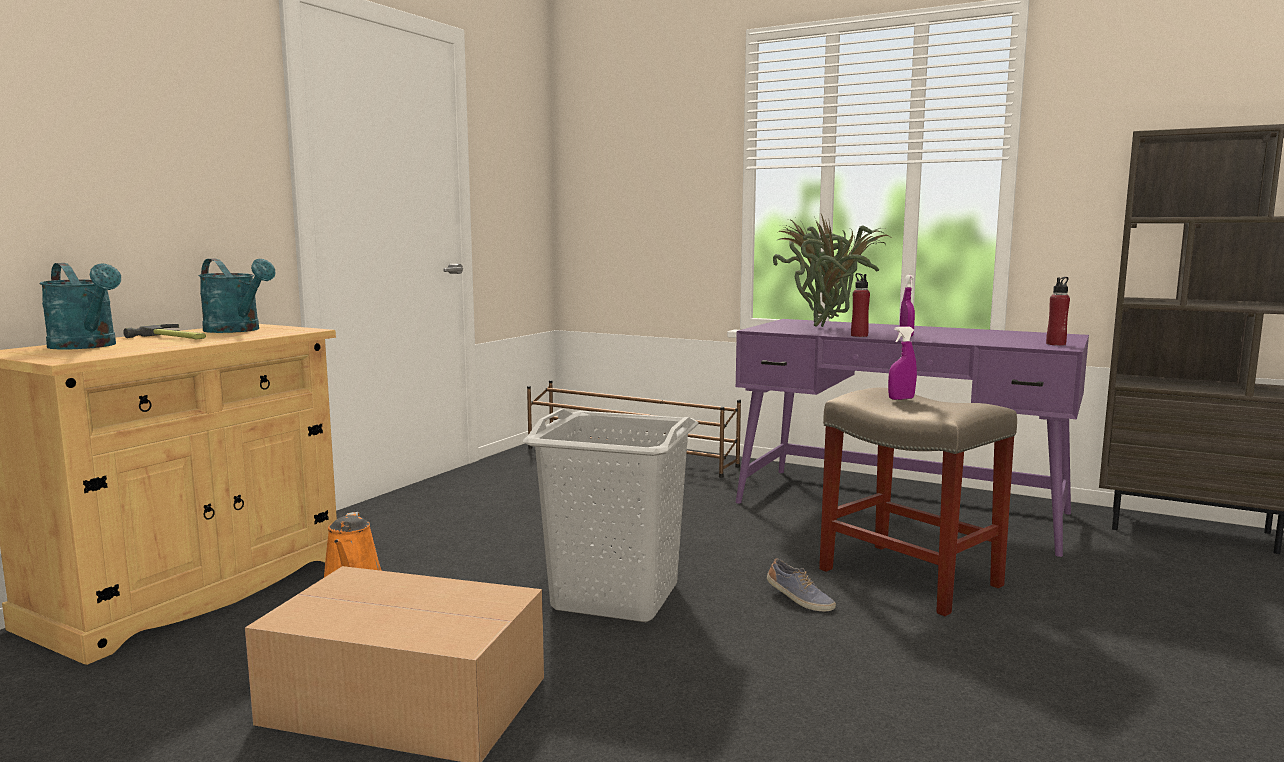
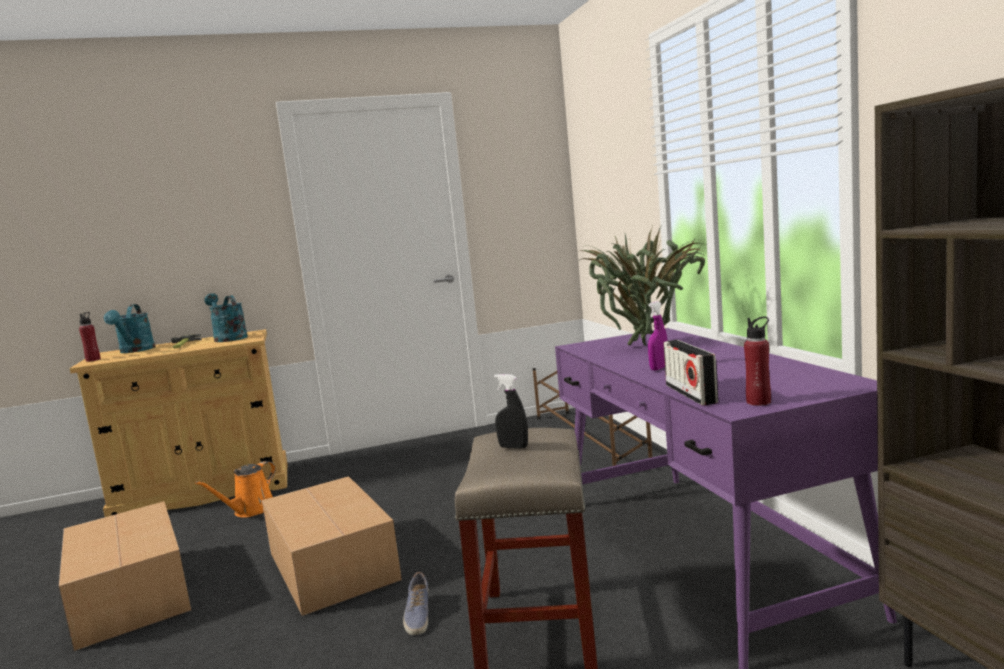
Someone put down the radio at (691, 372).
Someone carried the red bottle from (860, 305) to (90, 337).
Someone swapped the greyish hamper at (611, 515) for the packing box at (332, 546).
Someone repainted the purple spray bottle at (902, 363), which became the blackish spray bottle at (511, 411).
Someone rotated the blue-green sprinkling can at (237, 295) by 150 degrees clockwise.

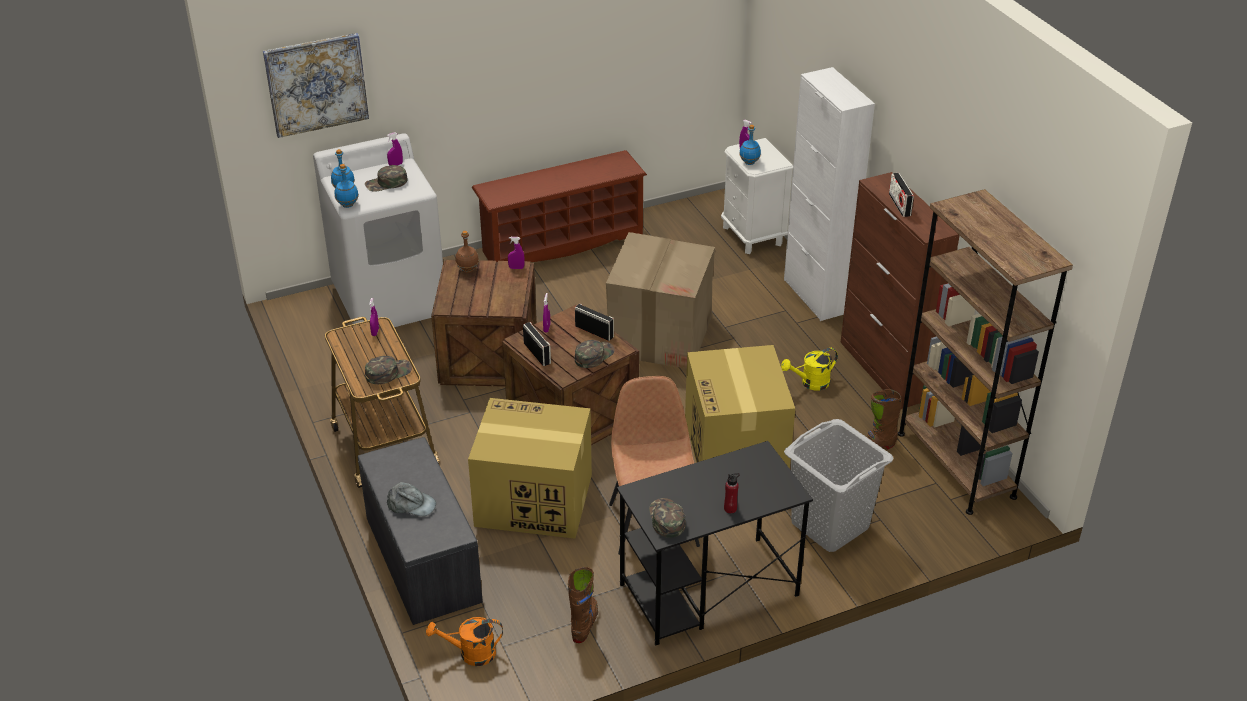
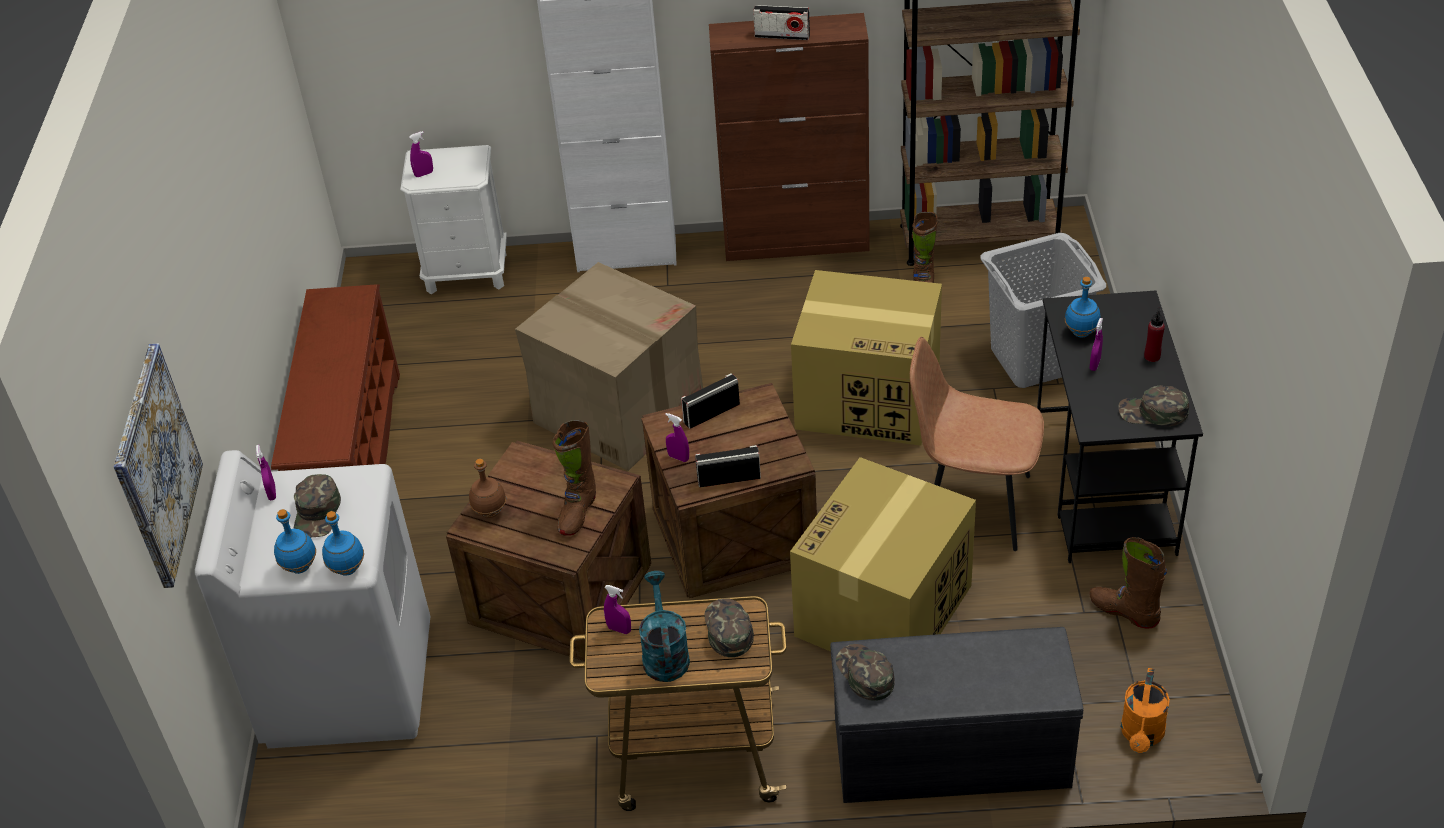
Someone took away the greyish cap at (411, 499).
Someone took away the yellowish sprinkling can at (809, 369).
Someone put down the brown boot at (574, 478).
Someone put down the blue-green sprinkling can at (664, 626).
Someone carried the purple spray bottle from (516, 253) to (1096, 344).
Someone carried the greenish cap from (595, 354) to (865, 672).
Someone carried the blue-coloured bottle from (750, 145) to (1083, 307).

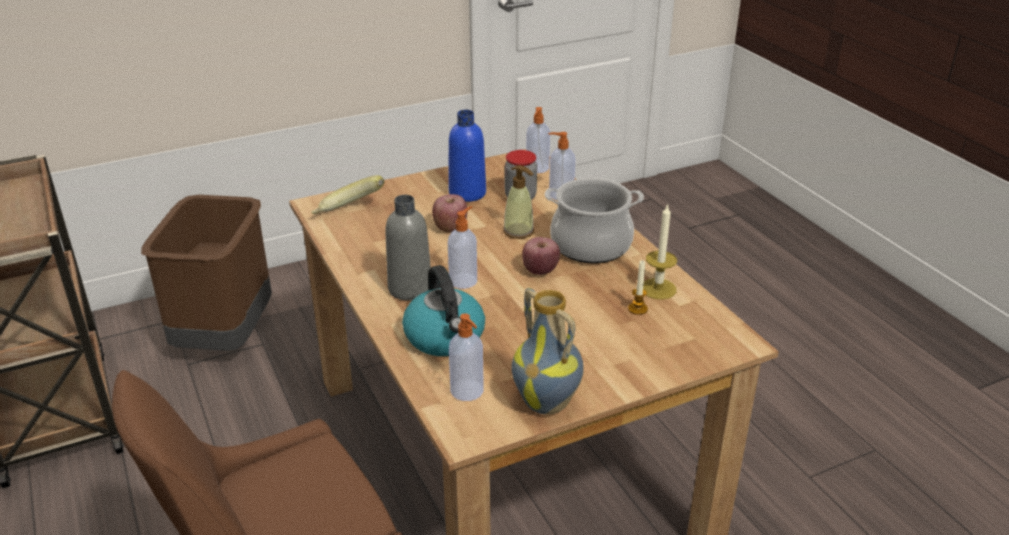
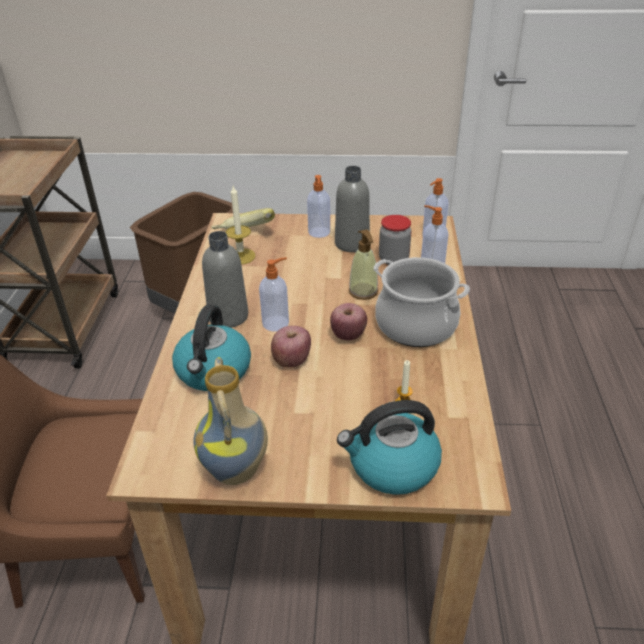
Someone put down the water kettle at (389, 447).
Someone carried the apple fruit from (449, 213) to (291, 346).
Someone carried the soap bottle from (466, 357) to (318, 206).
Someone carried the candle from (660, 251) to (241, 225).
Someone repainted the blue-coloured bottle at (467, 156), which became the greyish bottle at (352, 209).

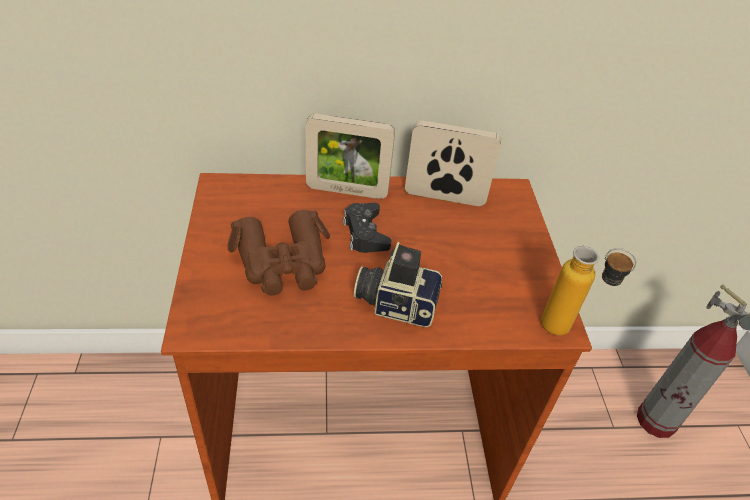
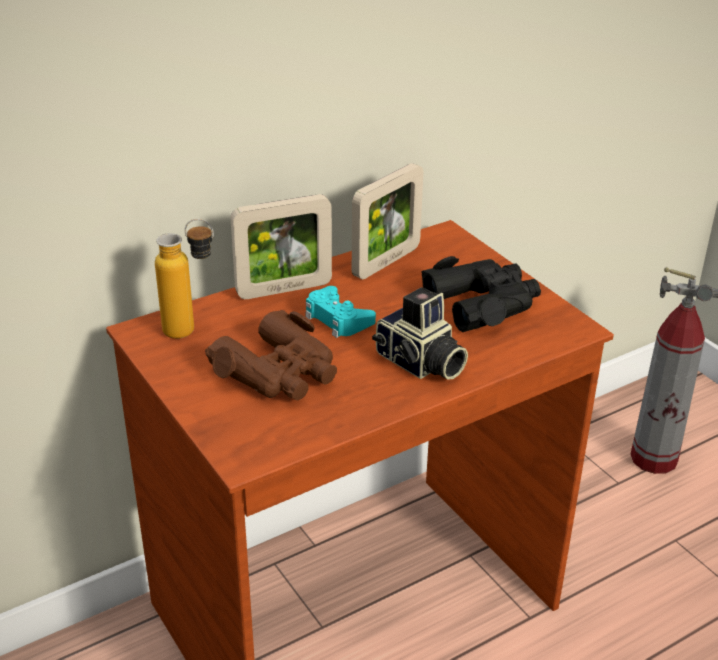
Someone put down the blackish binoculars at (481, 294).
Someone carried the bottle from (589, 291) to (184, 279).
Someone repainted the blackish gamepad at (367, 228), which became the blue-green gamepad at (340, 312).
Someone rotated the photo camera at (398, 284) by 120 degrees counterclockwise.
Someone rotated the standing frame at (453, 163) by 150 degrees clockwise.

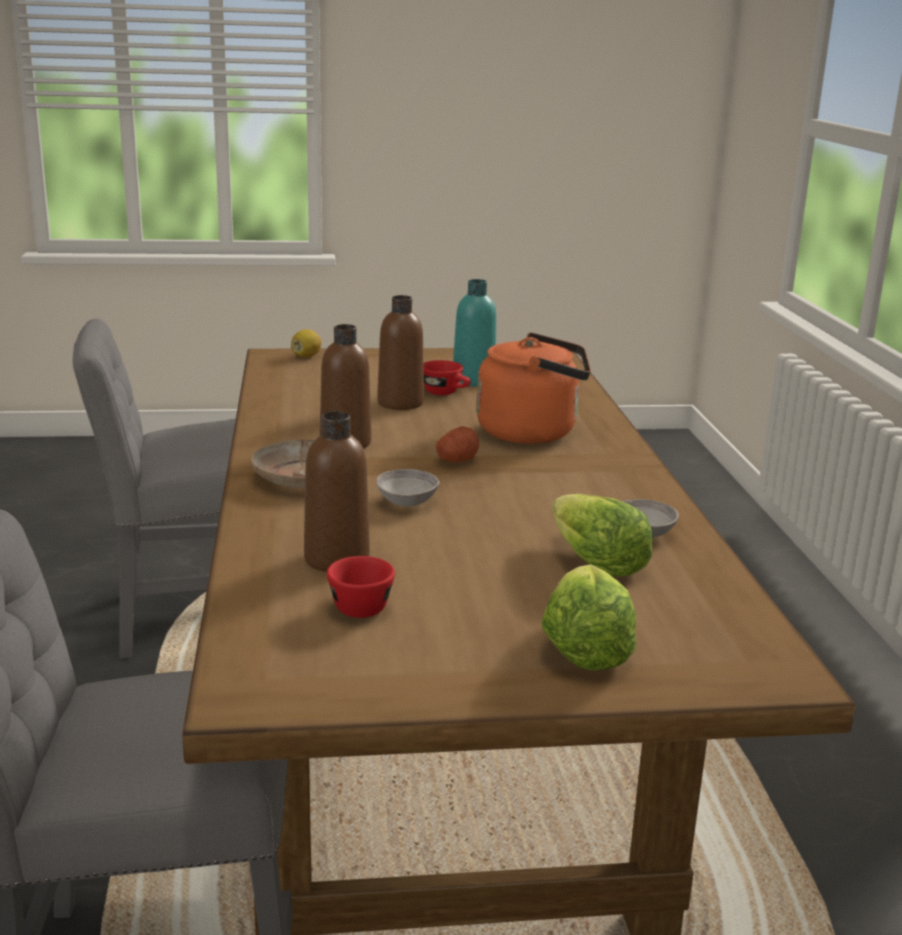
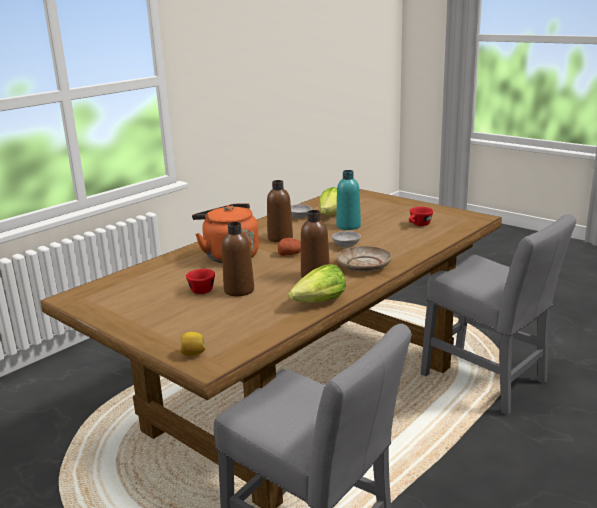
Someone carried the brown bottle from (337, 491) to (280, 211).
Someone carried the blue-green bottle from (474, 332) to (348, 200).
Someone carried the lettuce from (589, 617) to (317, 283).

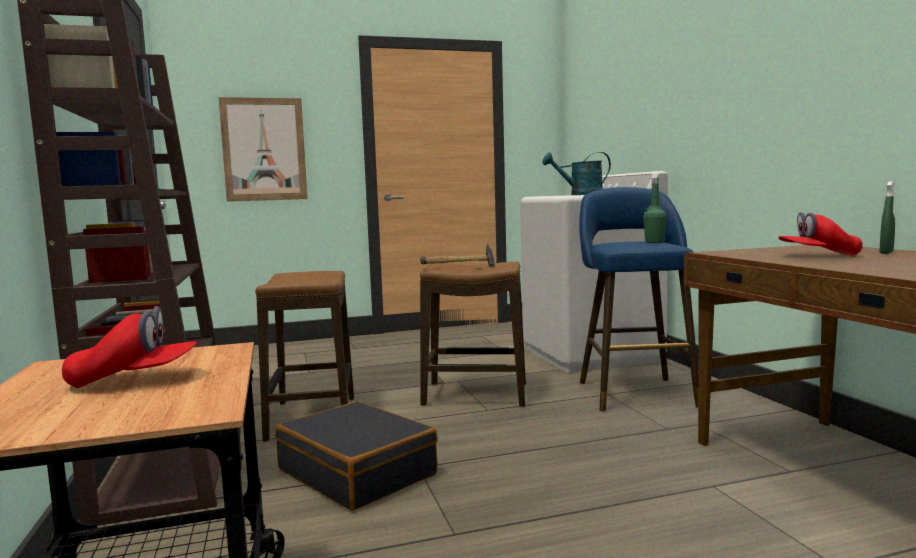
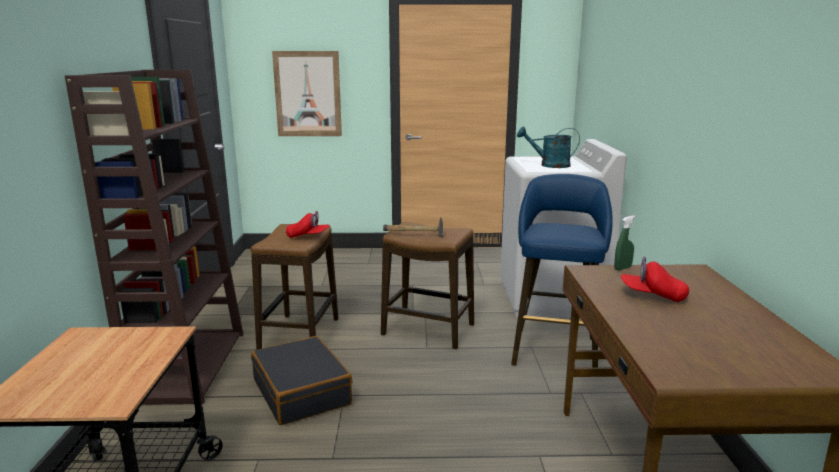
Someone took away the greenish bottle at (655, 210).
Someone carried the red cap from (130, 347) to (308, 224).
Someone carried the greenish spray bottle from (887, 217) to (624, 243).

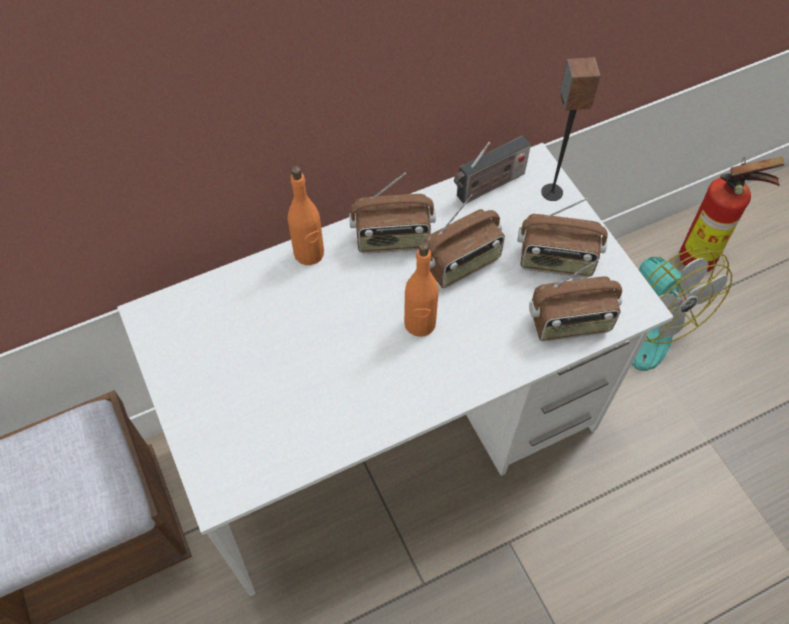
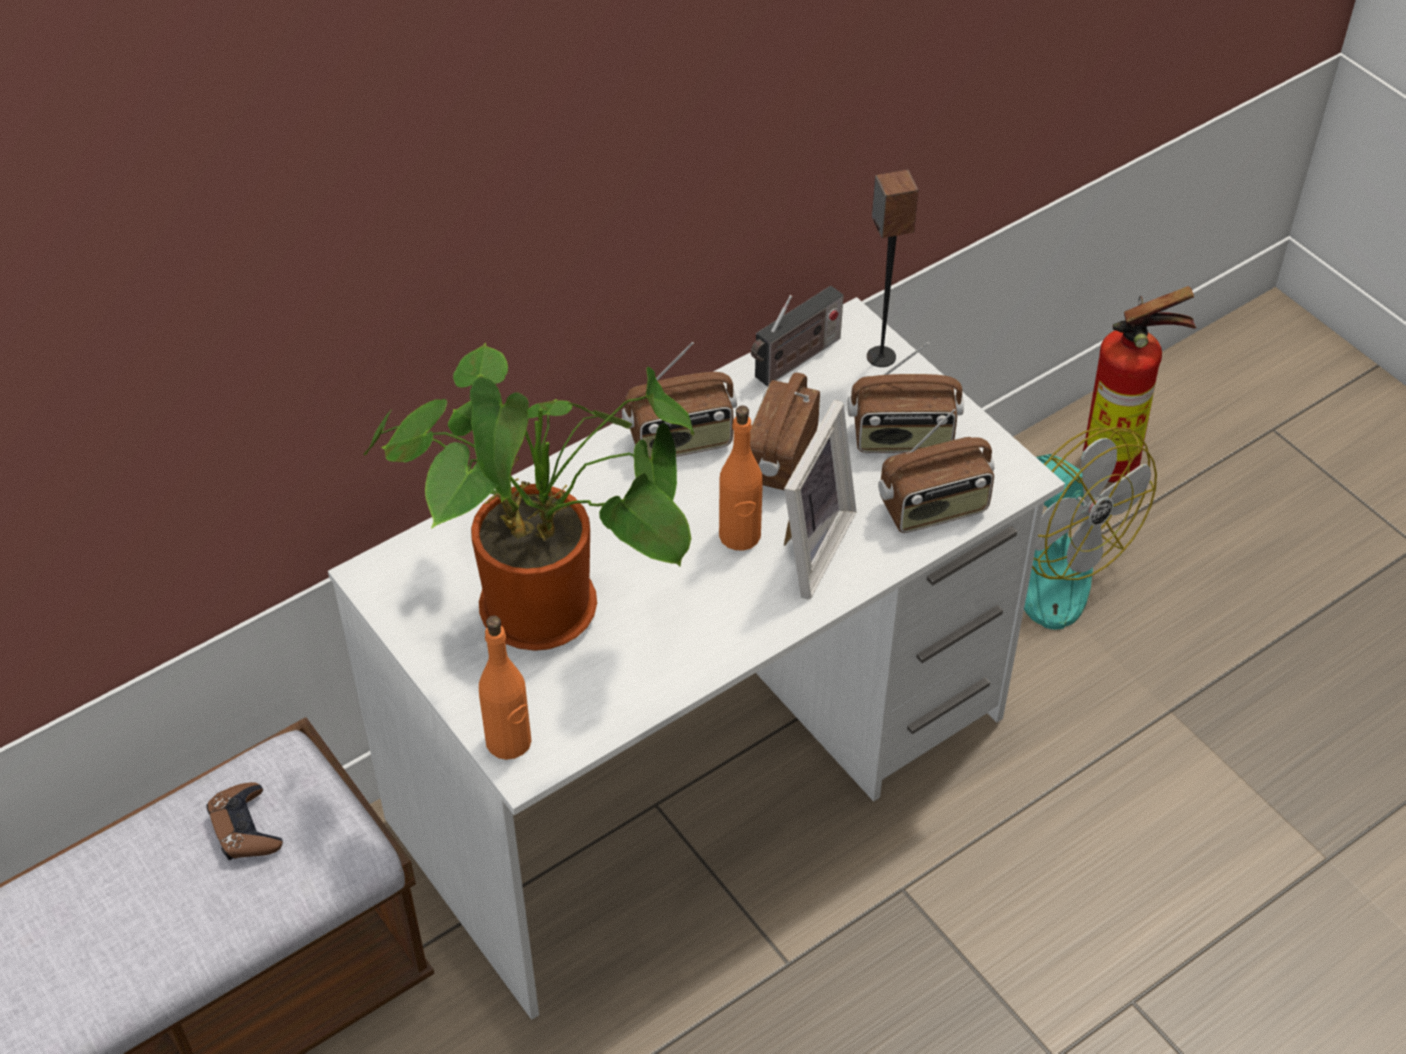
Someone put down the brown gamepad at (244, 821).
Someone put down the houseplant at (528, 496).
Someone put down the standing frame at (820, 500).
Someone carried the orangey bottle from (306, 215) to (505, 688).
Someone rotated the radio at (464, 241) by 150 degrees clockwise.

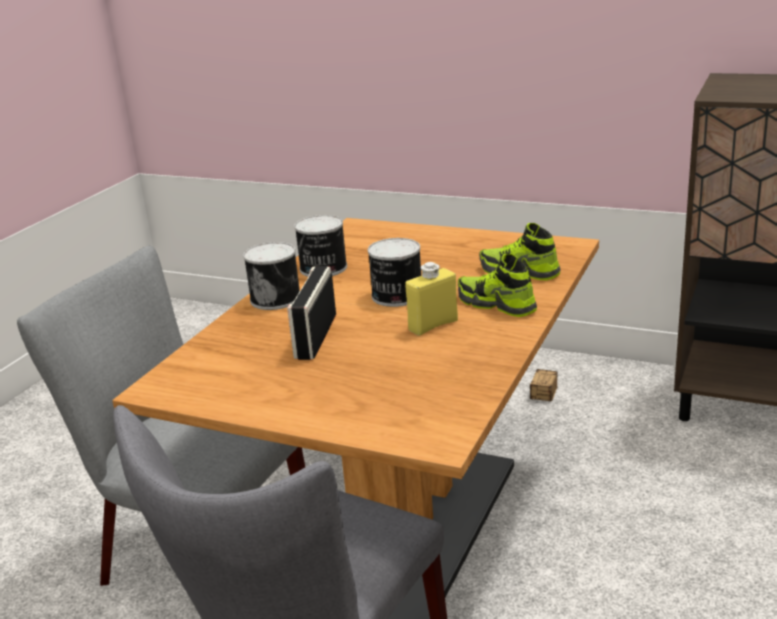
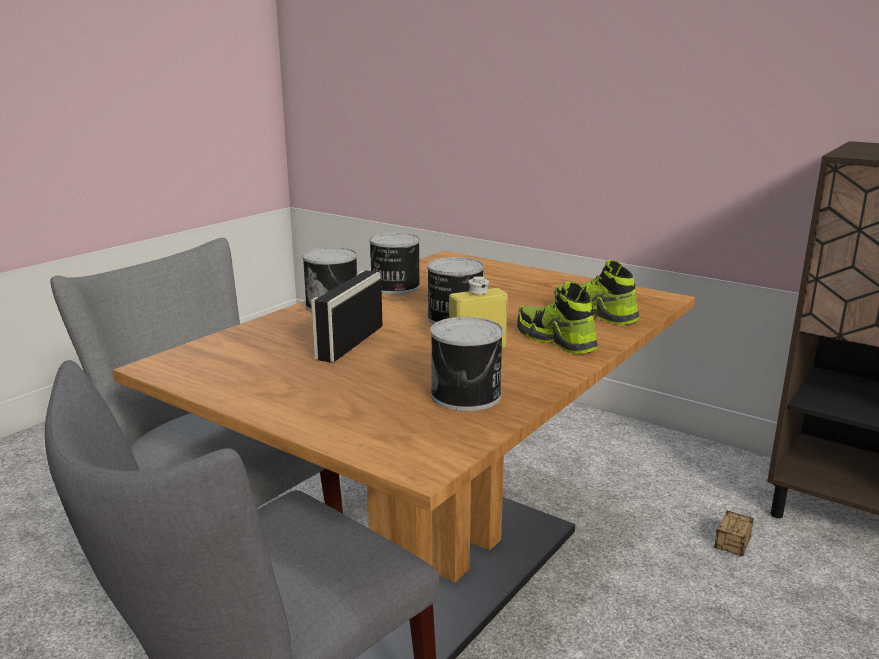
Someone put down the sealed can at (466, 364).
Someone carried the storage container from (544, 385) to (733, 533).

